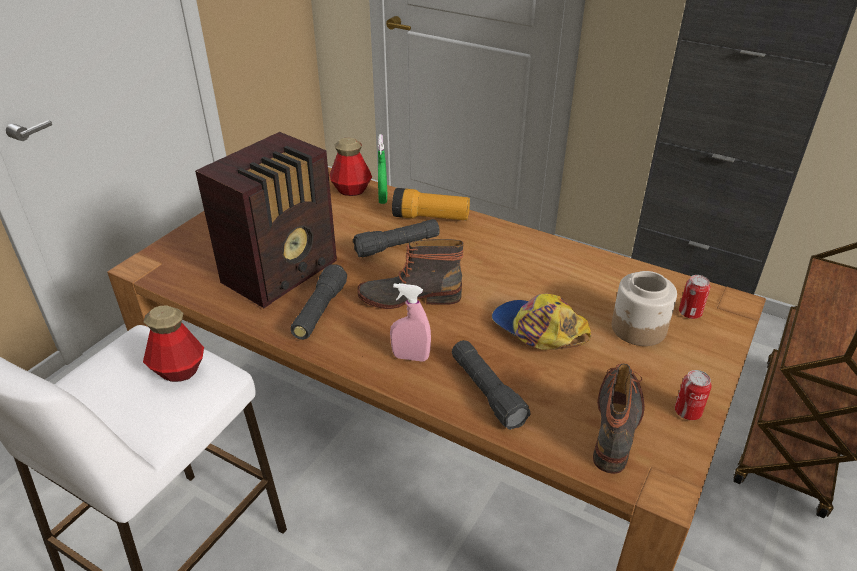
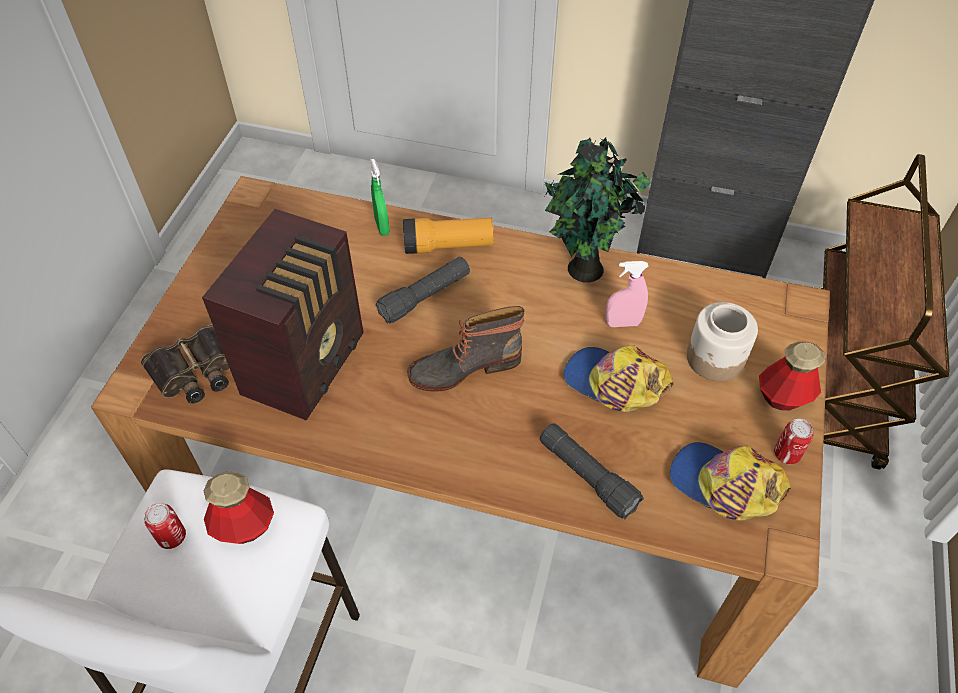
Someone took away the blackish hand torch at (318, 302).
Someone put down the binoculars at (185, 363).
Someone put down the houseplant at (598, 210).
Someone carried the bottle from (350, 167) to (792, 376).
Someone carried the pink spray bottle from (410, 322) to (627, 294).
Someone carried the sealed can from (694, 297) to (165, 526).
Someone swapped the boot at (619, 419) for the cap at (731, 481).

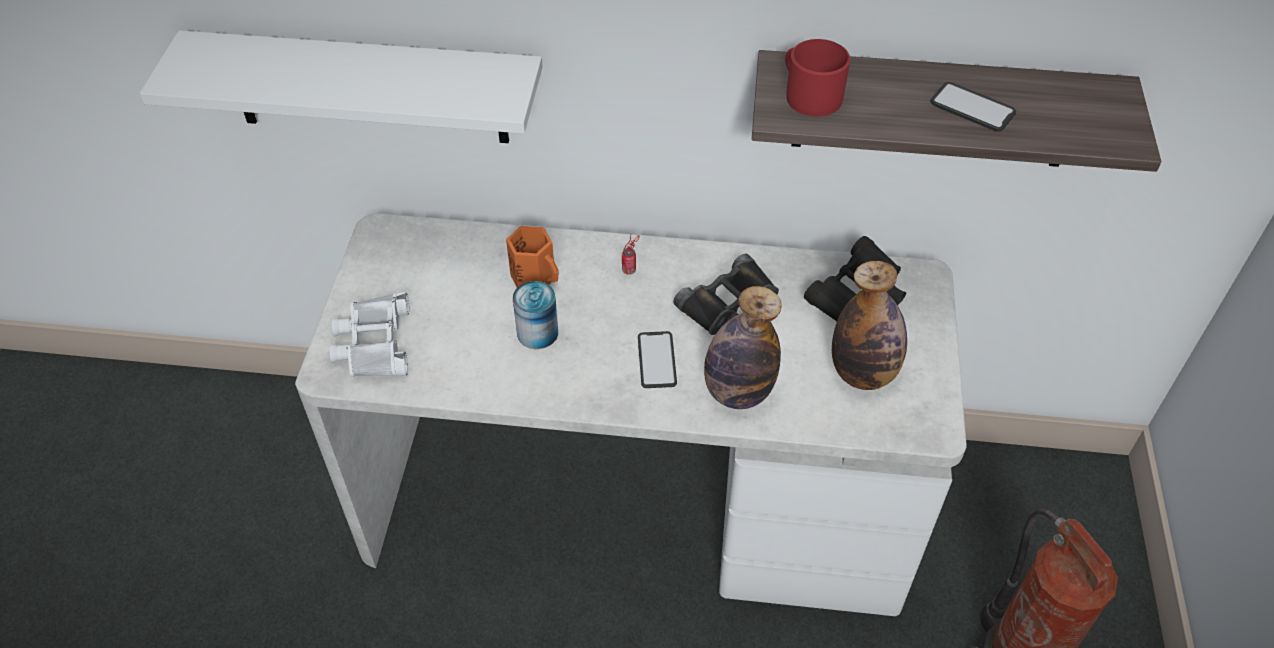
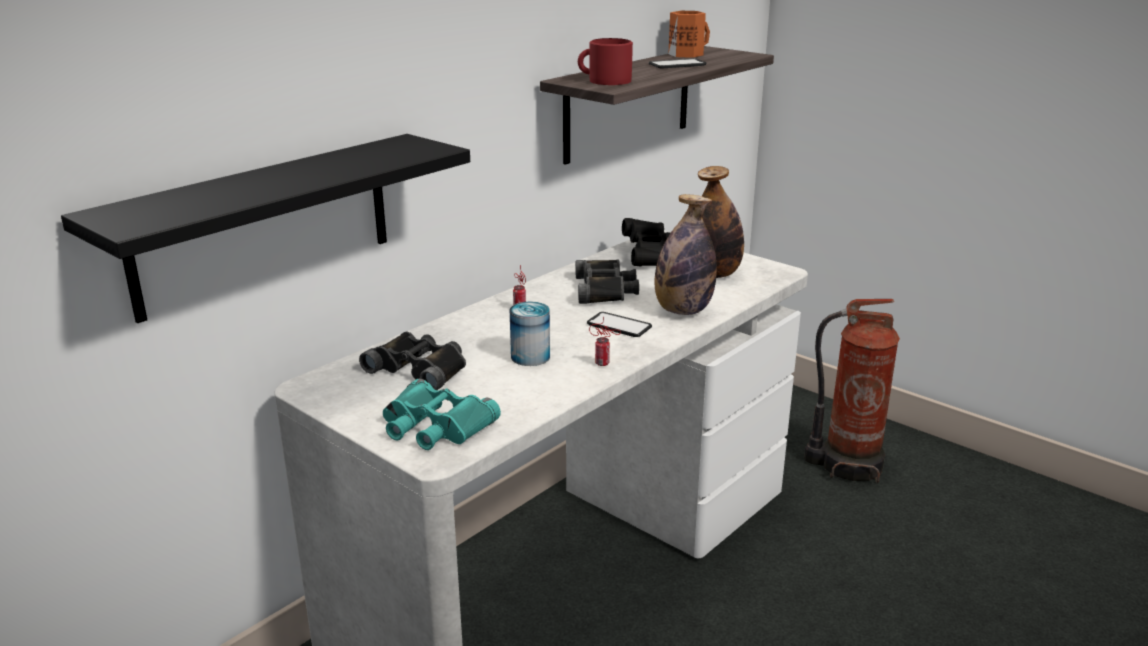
Someone put down the blackish binoculars at (412, 361).
Someone put down the sealed can at (605, 341).
Someone carried the orangey mug from (532, 257) to (689, 34).
Someone repainted the white-coloured shelf at (341, 86), which became the blackish shelf at (265, 228).
Someone repainted the white-coloured binoculars at (369, 334), which became the blue-green binoculars at (442, 414).

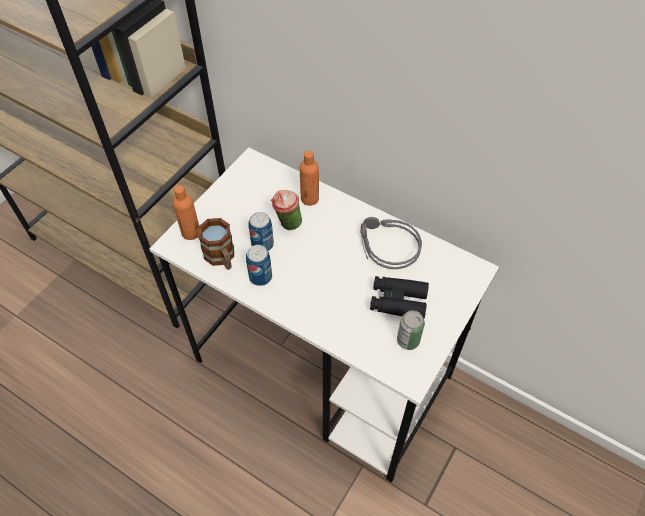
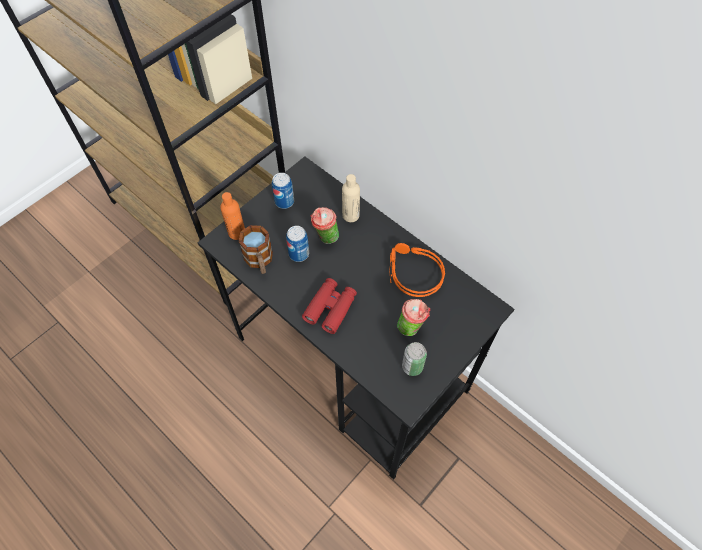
Someone put down the red binoculars at (329, 306).
Someone carried the sealed can from (259, 265) to (283, 191).
Someone swapped the blackish binoculars at (399, 297) for the small cup at (413, 317).
Someone repainted the white-coloured desk table at (324, 315), which became the blackish desk table at (356, 318).
Someone repainted the orangey bottle at (309, 178), which became the sand-coloured bottle at (351, 198).
Someone repainted the greyish headset at (391, 243), which became the orangey headset at (417, 270).

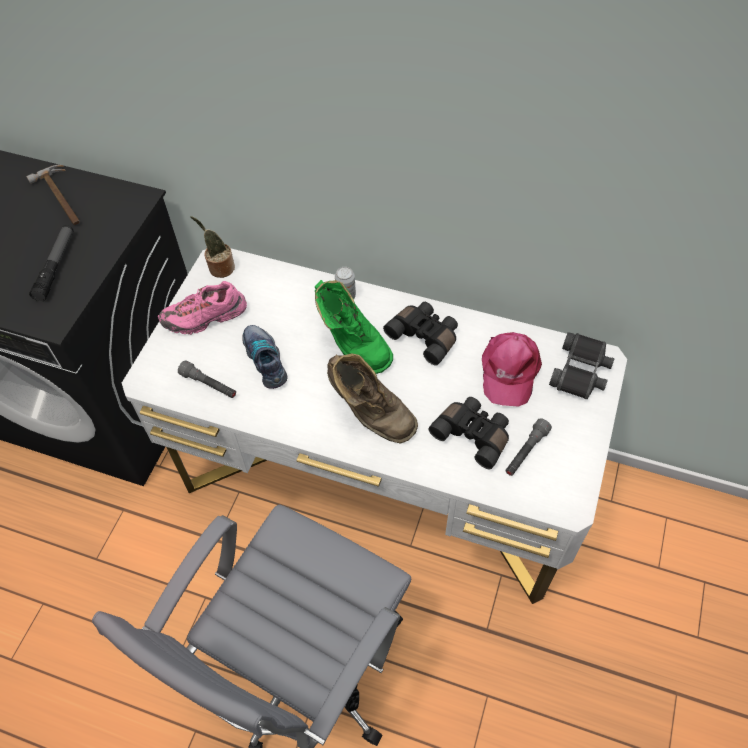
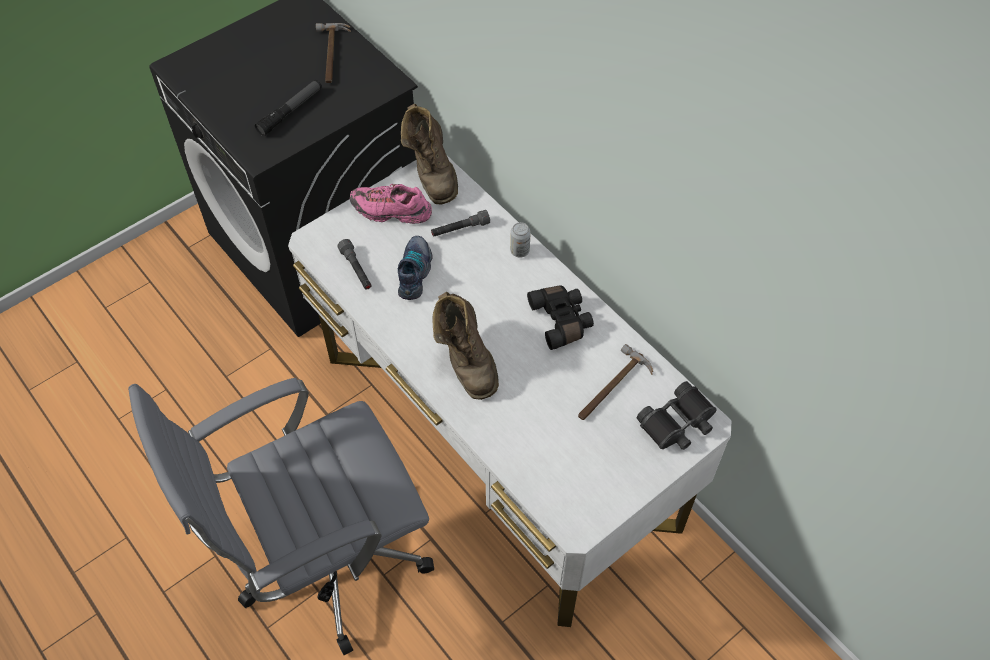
Someone took away the greenish boot at (354, 327).
Someone took away the blackish binoculars at (468, 433).
Someone carried the greyish hand torch from (528, 447) to (460, 223).
Someone swapped the houseplant at (212, 247) for the brown boot at (429, 154).
Someone swapped the pink cap at (512, 369) for the hammer at (615, 382).

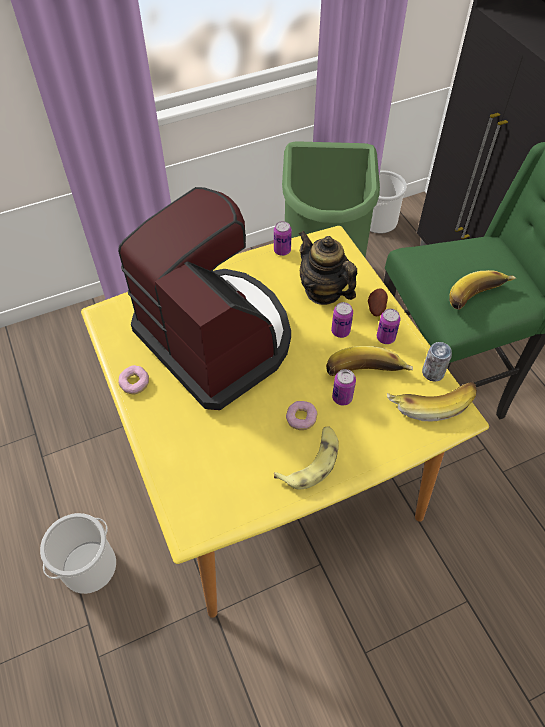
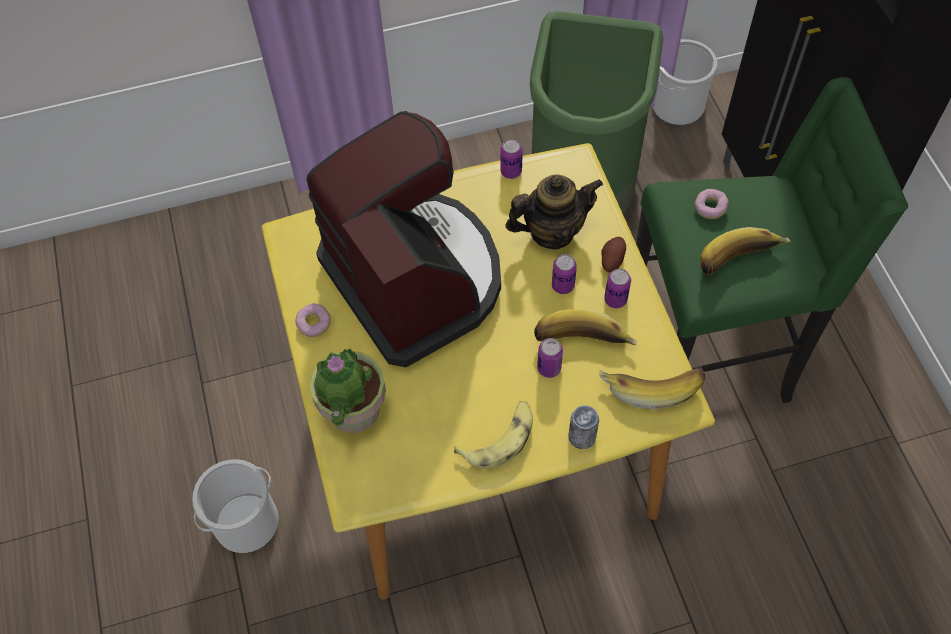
Someone put down the houseplant at (348, 391).
Someone carried the doughnut from (301, 415) to (712, 204).
Someone carried the sealed can from (437, 362) to (583, 427).
Someone rotated the tea pot at (328, 268) by 105 degrees clockwise.

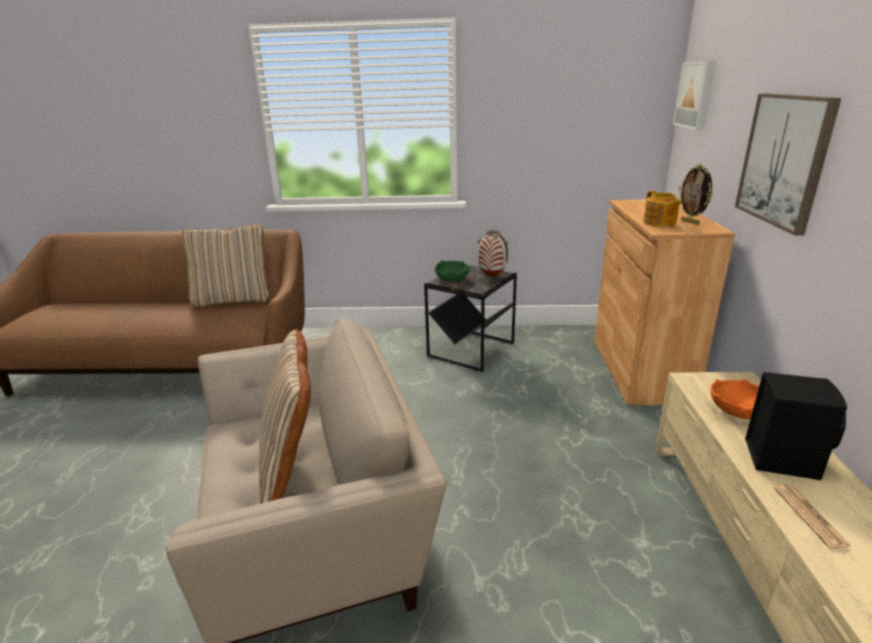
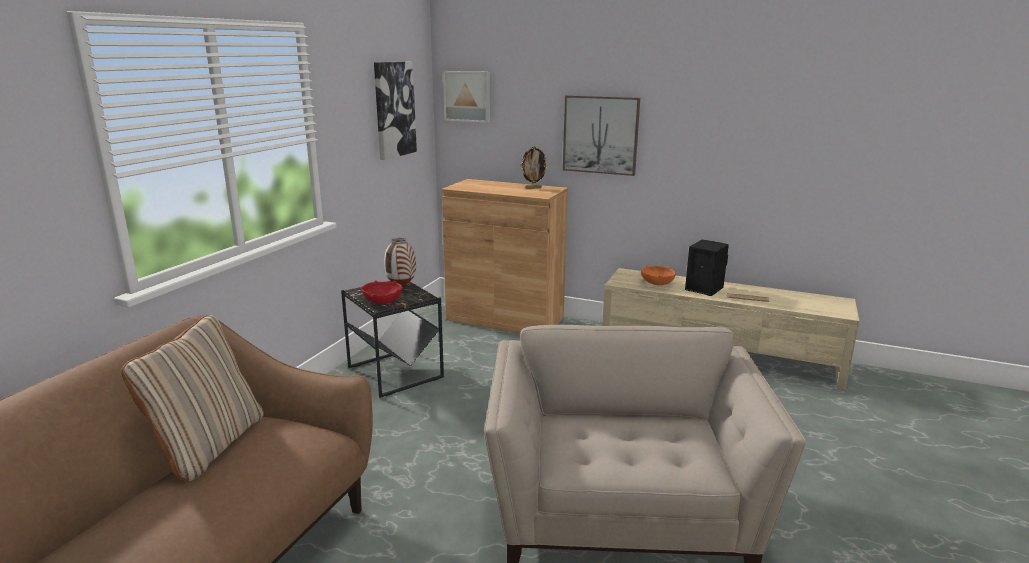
Someone took away the sand-coloured throw pillow at (285, 416).
Someone took away the tea pot at (662, 209).
Someone put up the wall art at (395, 110).
Someone repainted the greenish serving bowl at (452, 271), which became the red serving bowl at (381, 292).

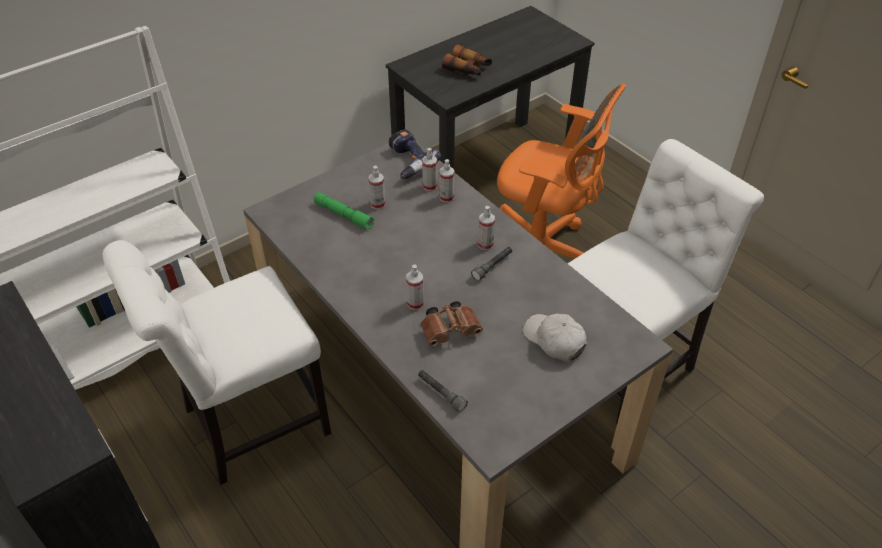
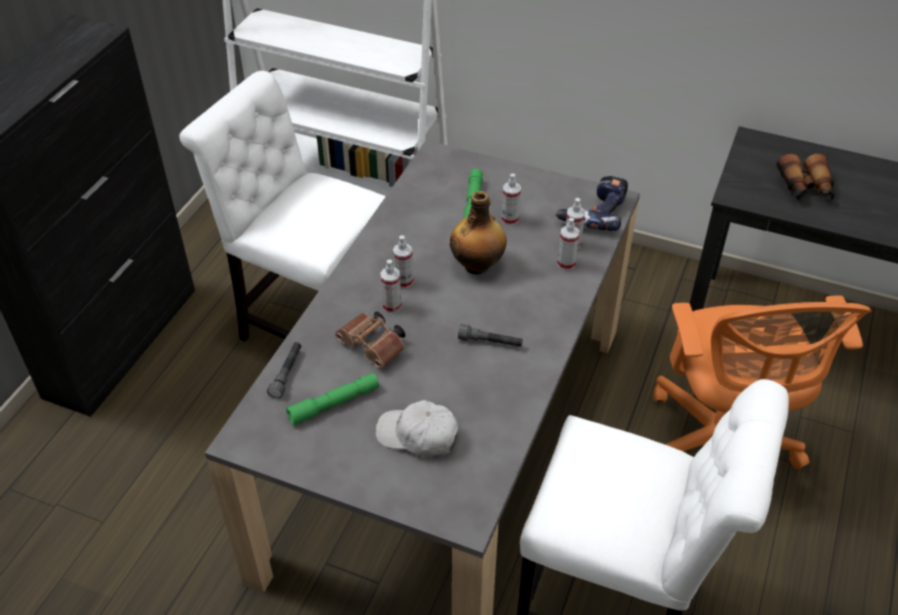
Someone put down the greenish hand torch at (332, 399).
Someone put down the bottle at (478, 233).
Someone carried the spray bottle from (486, 228) to (403, 261).
Someone rotated the white-coloured cap at (555, 337) by 90 degrees counterclockwise.

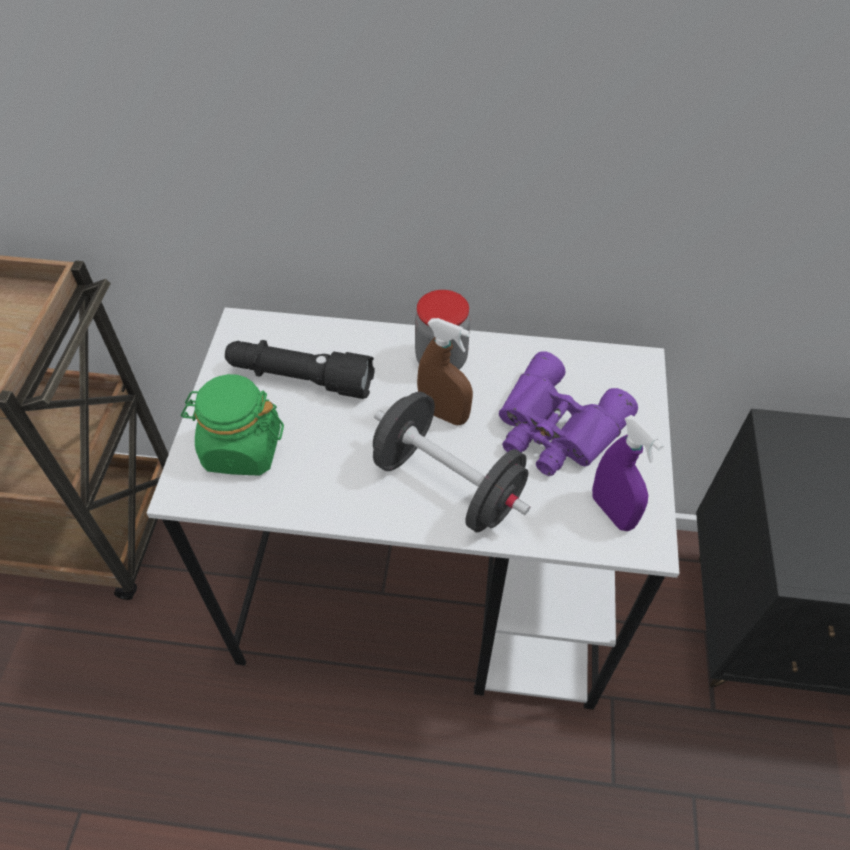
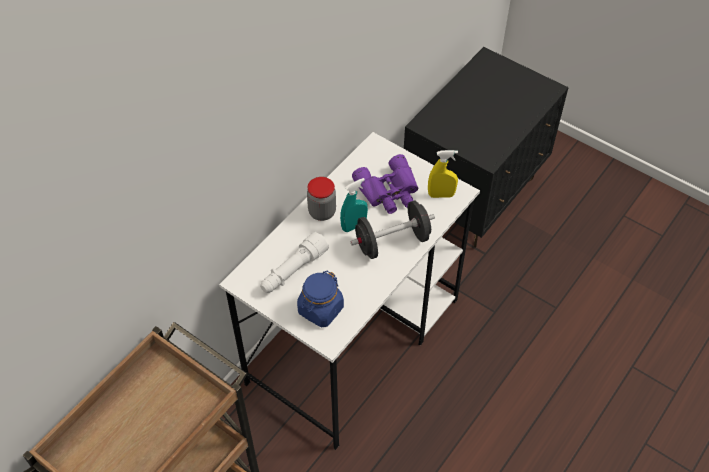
Someone repainted the greenish preserve jar at (232, 425), which became the blue-coloured preserve jar at (320, 299).
Someone repainted the blackish hand torch at (300, 369), which became the white-coloured hand torch at (294, 262).
Someone repainted the brown spray bottle at (445, 371), which became the blue-green spray bottle at (354, 205).
Someone repainted the purple spray bottle at (628, 473), which became the yellowish spray bottle at (443, 174).

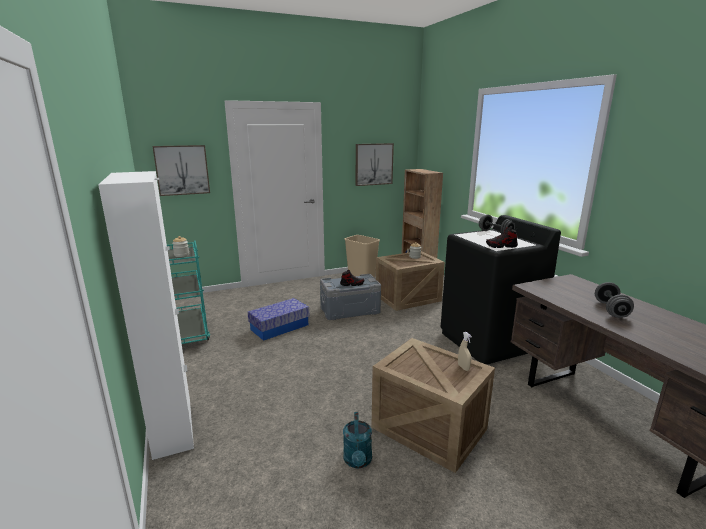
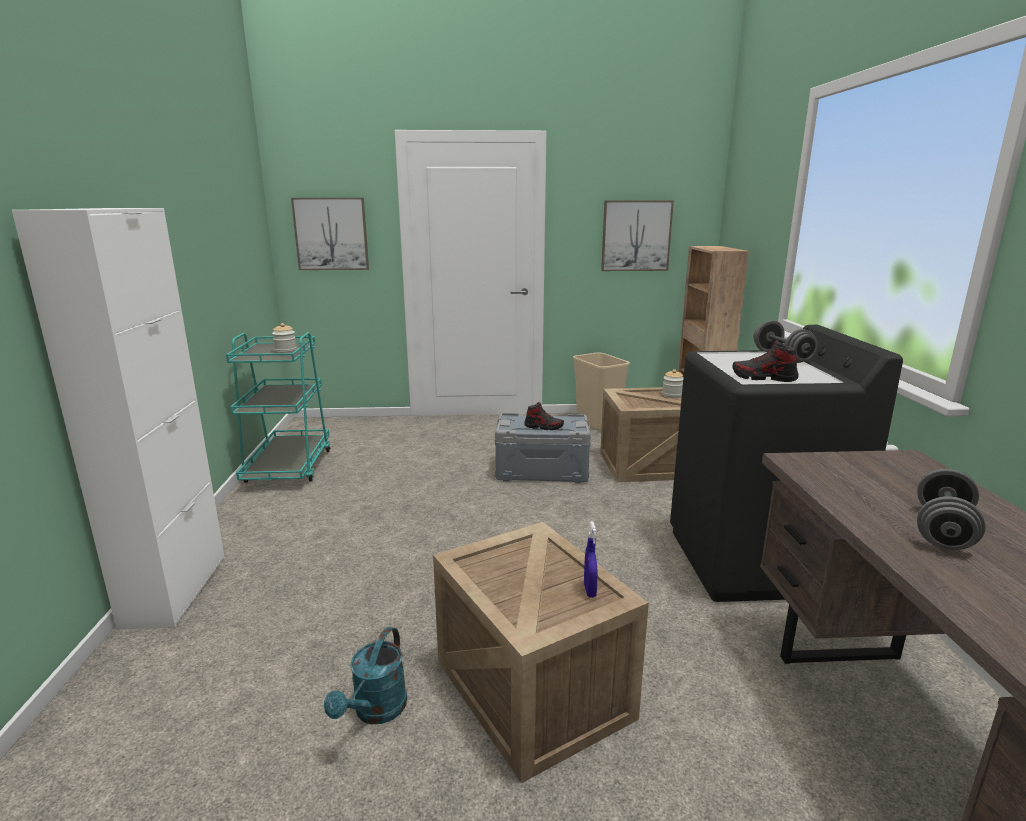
Someone took away the storage container at (278, 319).
Someone repainted the sand-coloured spray bottle at (465, 351), which became the blue-coloured spray bottle at (591, 559).

